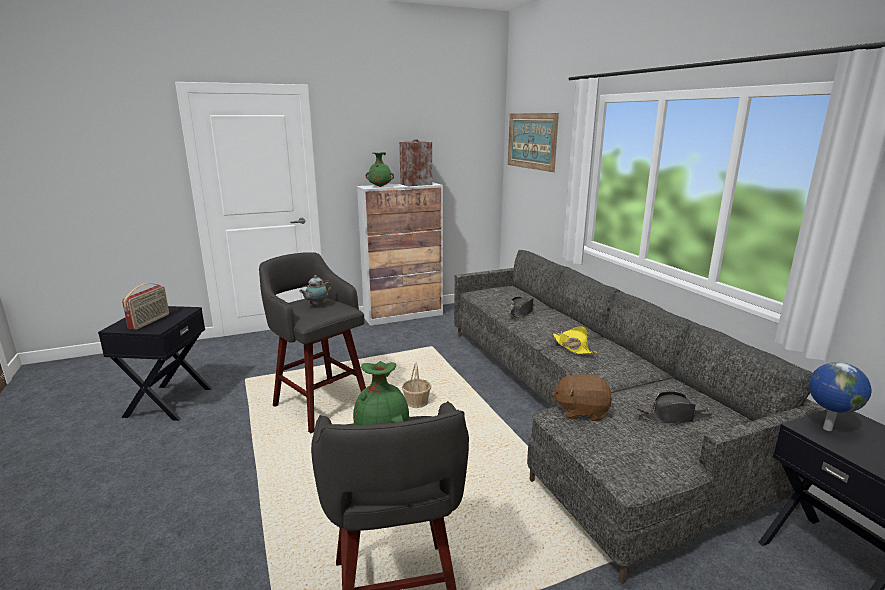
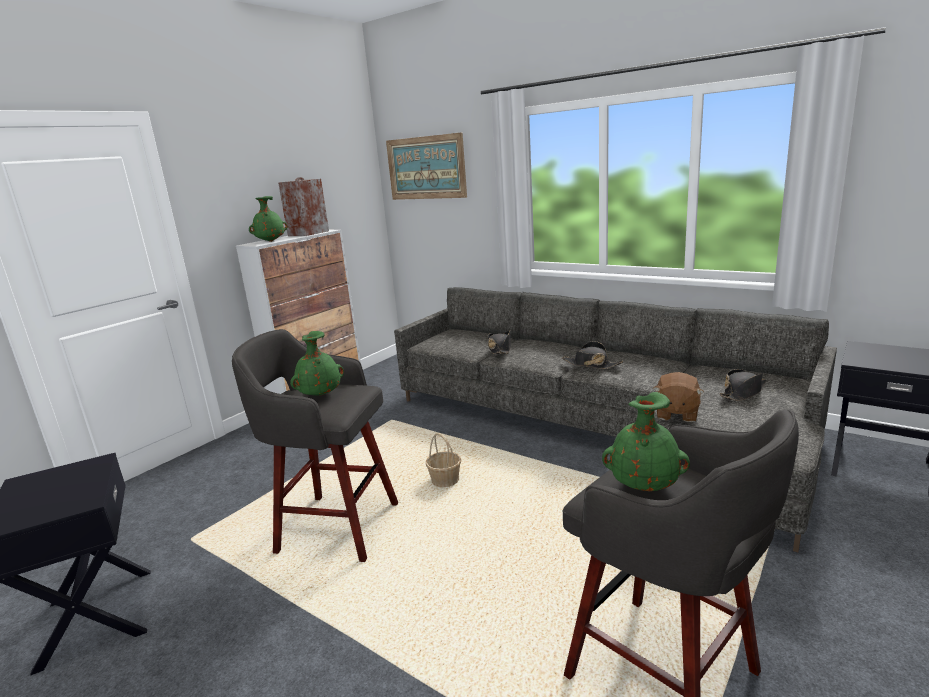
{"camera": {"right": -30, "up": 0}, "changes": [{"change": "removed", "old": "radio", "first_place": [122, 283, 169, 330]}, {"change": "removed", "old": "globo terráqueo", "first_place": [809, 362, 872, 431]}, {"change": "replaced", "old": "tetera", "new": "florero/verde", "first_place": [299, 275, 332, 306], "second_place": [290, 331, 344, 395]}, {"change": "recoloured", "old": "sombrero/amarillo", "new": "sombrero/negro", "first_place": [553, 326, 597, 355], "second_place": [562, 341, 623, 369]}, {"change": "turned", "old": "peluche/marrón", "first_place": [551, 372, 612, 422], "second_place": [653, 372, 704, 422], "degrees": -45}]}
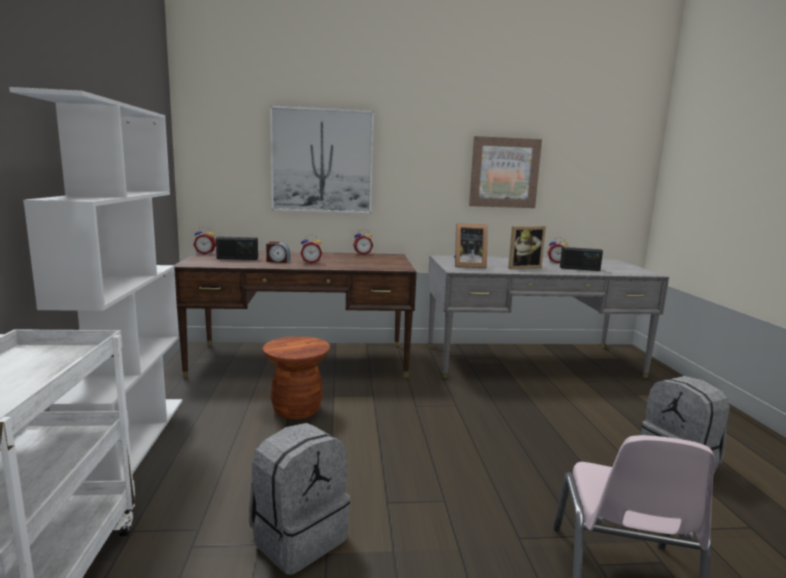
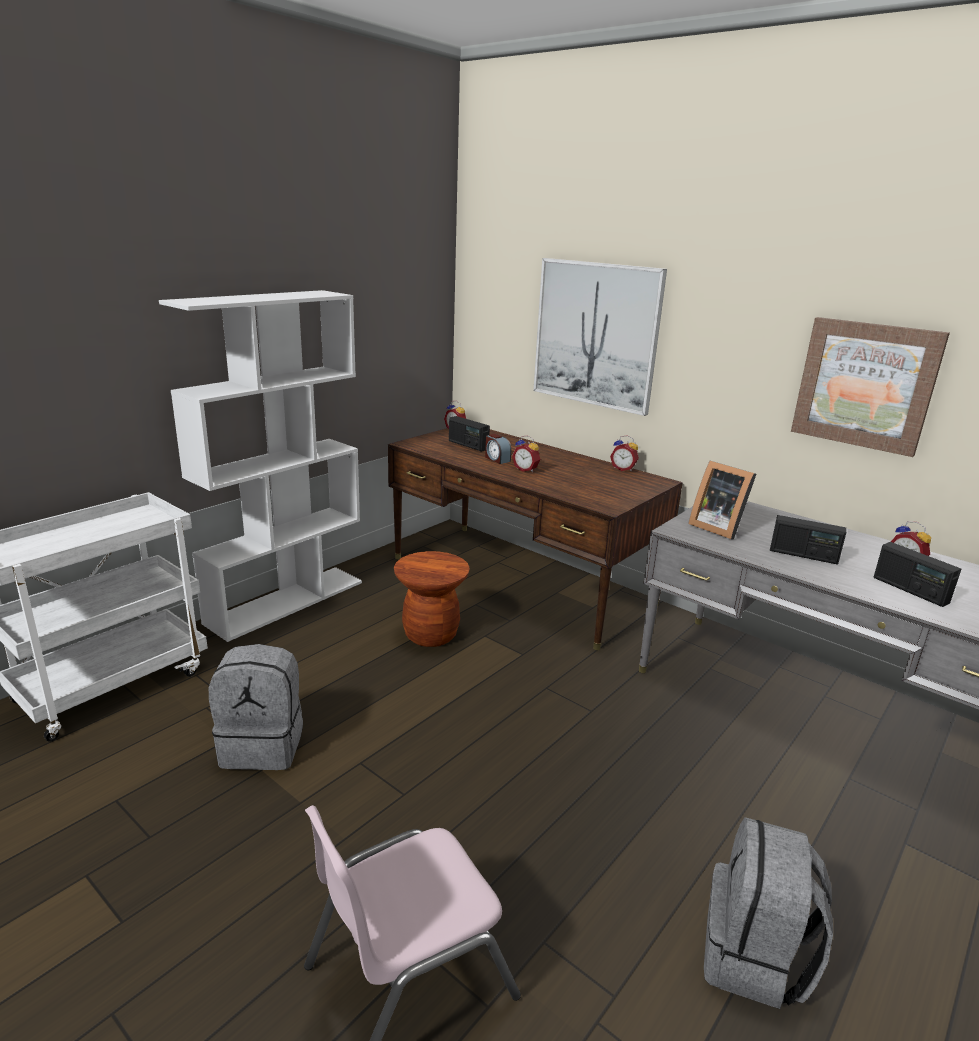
{"camera": {"right": 45, "up": 10}, "changes": [{"change": "replaced", "old": "portarretratos", "new": "radio", "first_place": [508, 226, 546, 269], "second_place": [770, 515, 846, 565]}]}
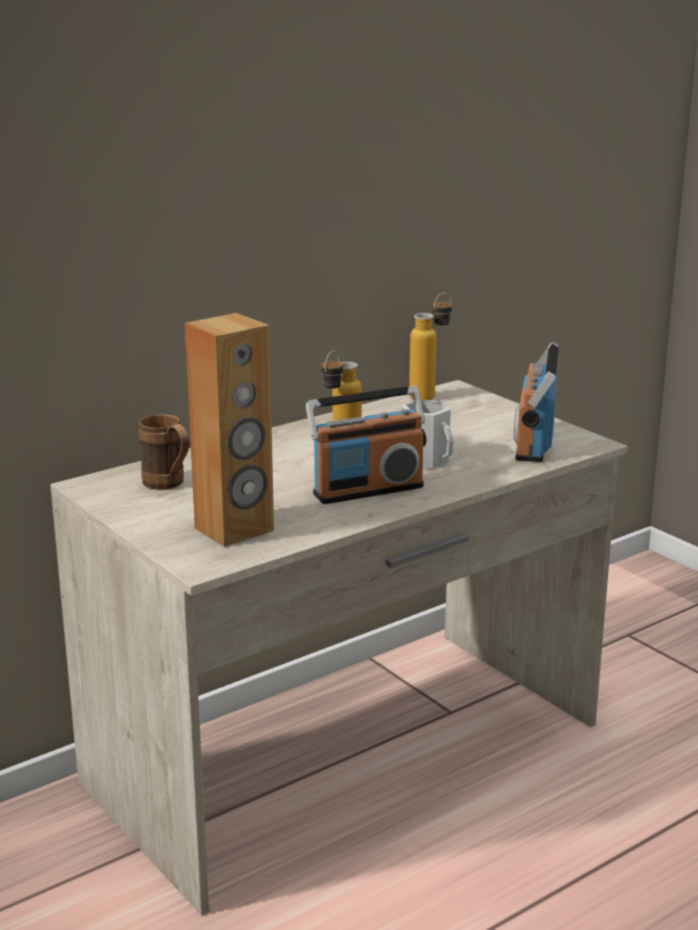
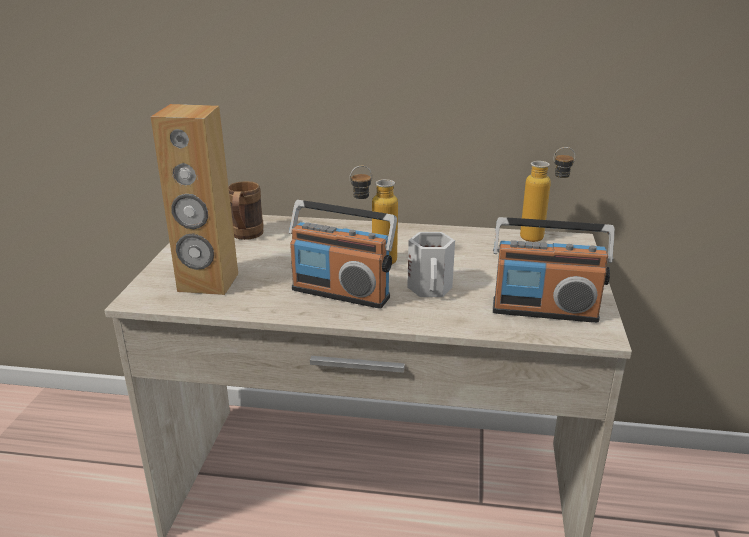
{"camera": {"right": 45, "up": 5}, "changes": [{"change": "turned", "old": "radio", "first_place": [514, 342, 559, 462], "second_place": [493, 217, 615, 323], "degrees": -135}]}
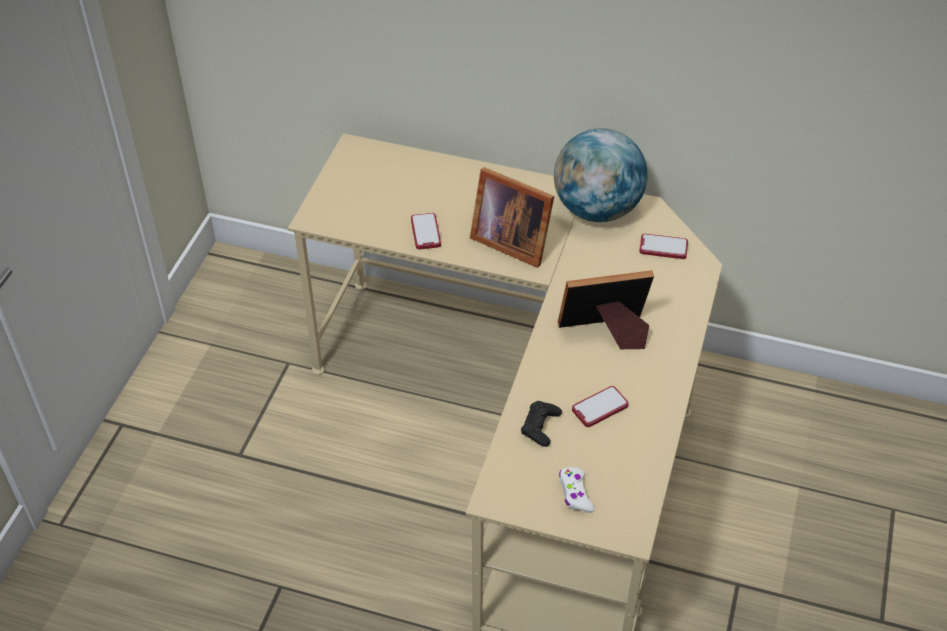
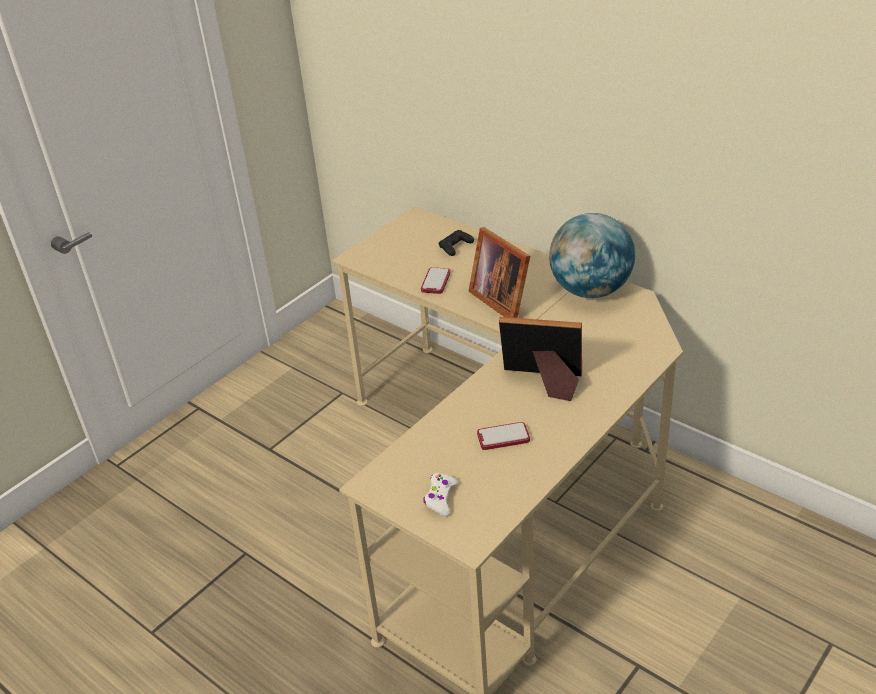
{"camera": {"right": 25, "up": -10}, "changes": [{"change": "removed", "old": "móvil", "first_place": [639, 234, 688, 259]}, {"change": "moved", "old": "mando de consola/negro", "first_place": [521, 401, 562, 447], "second_place": [439, 230, 474, 256]}]}
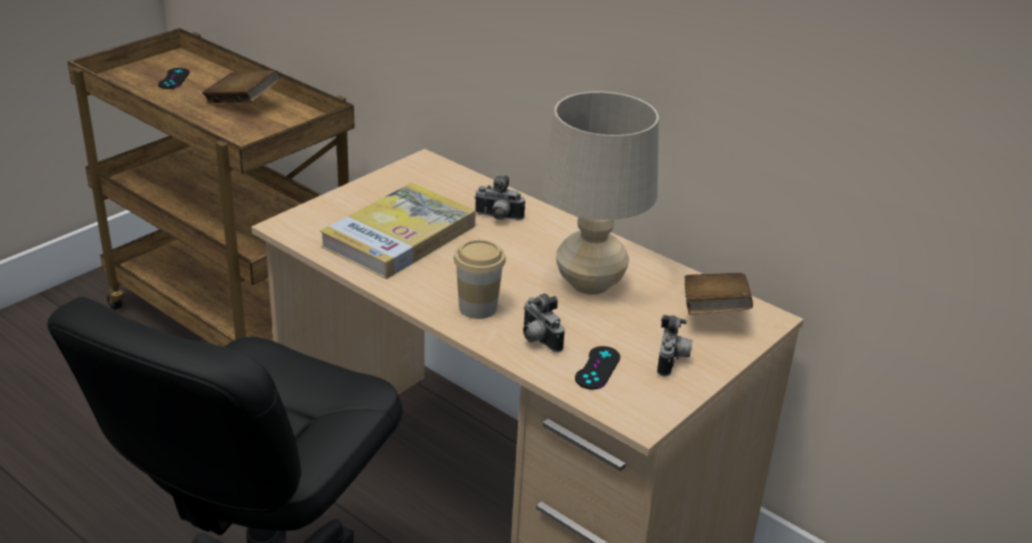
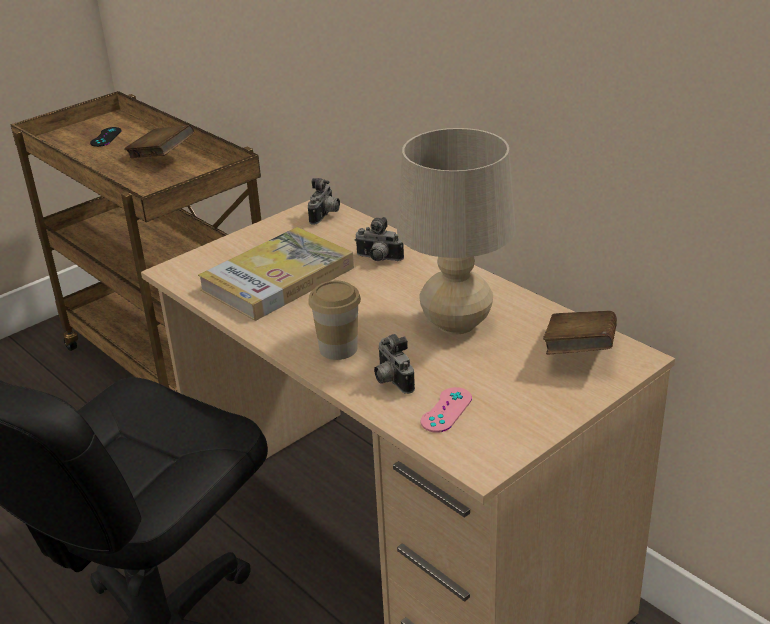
{"camera": {"right": 10, "up": 0}, "changes": [{"change": "moved", "old": "cámara", "first_place": [657, 315, 693, 377], "second_place": [308, 178, 340, 225]}, {"change": "recoloured", "old": "mando de consola/negro", "new": "mando de consola/rosa", "first_place": [575, 346, 620, 390], "second_place": [421, 387, 472, 433]}]}
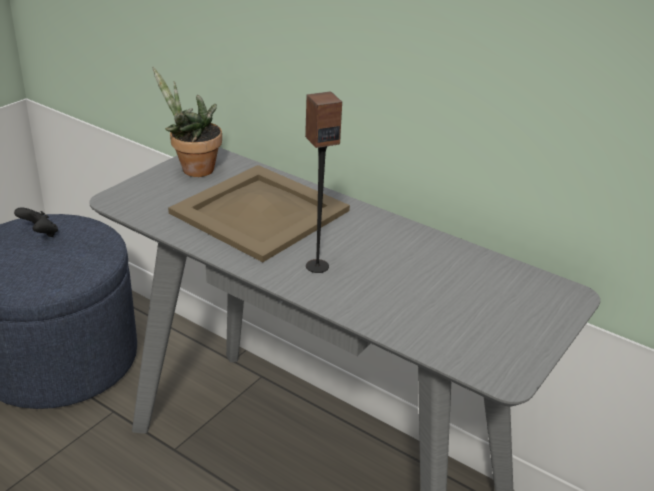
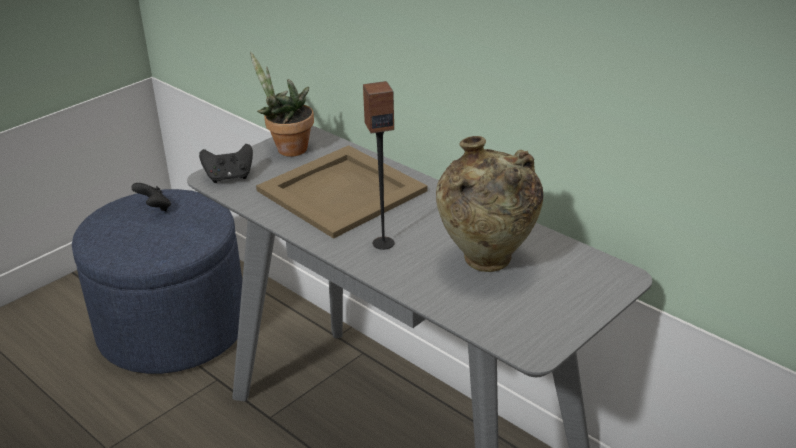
{"camera": {"right": 10, "up": 0}, "changes": [{"change": "added", "new": "mando de consola/negro", "second_place": [199, 144, 253, 183]}, {"change": "added", "new": "florero/beis", "second_place": [436, 136, 543, 272]}]}
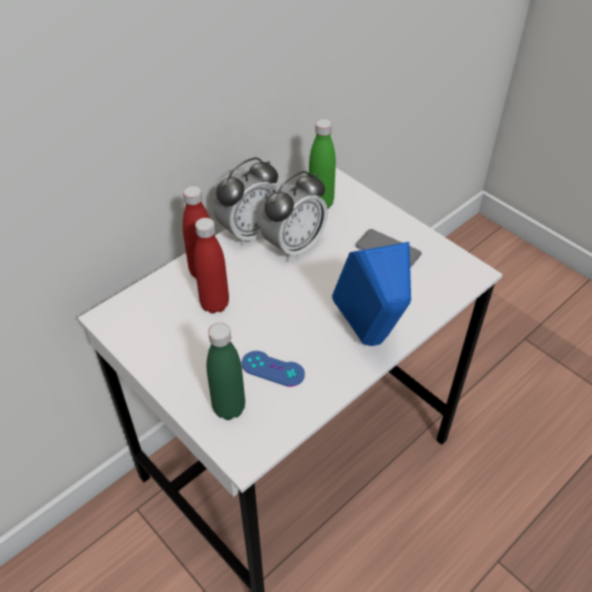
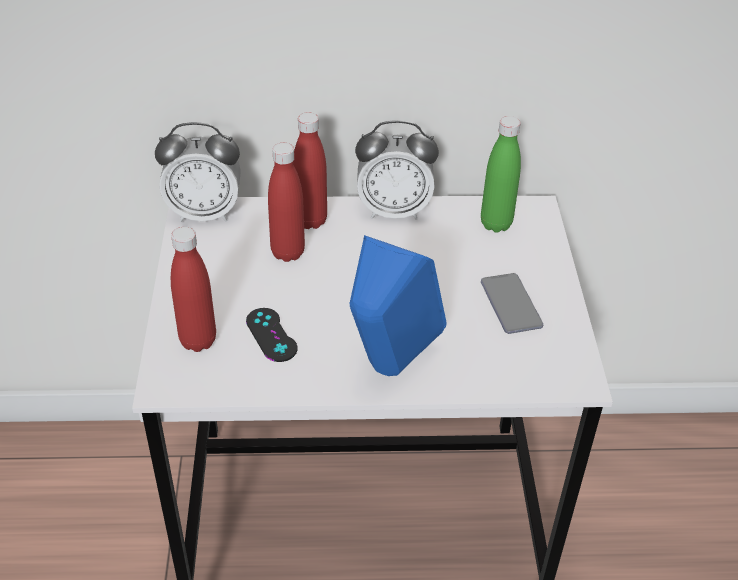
{"camera": {"right": 40, "up": -5}, "changes": [{"change": "moved", "old": "despertador", "first_place": [260, 171, 328, 261], "second_place": [155, 122, 241, 222]}, {"change": "recoloured", "old": "botella/verde", "new": "botella/rojo", "first_place": [207, 323, 245, 420], "second_place": [171, 227, 216, 352]}, {"change": "recoloured", "old": "mando de consola/azul", "new": "mando de consola/negro", "first_place": [242, 351, 305, 387], "second_place": [246, 308, 297, 362]}]}
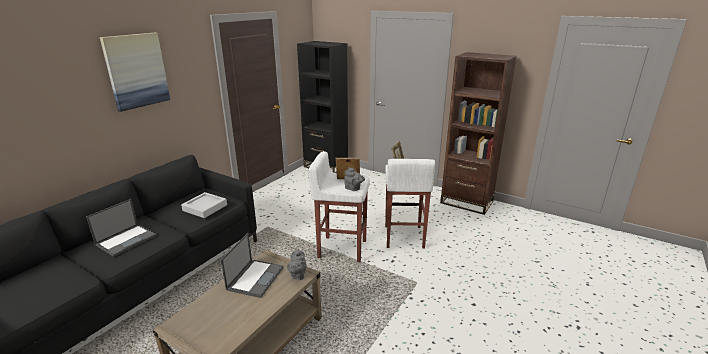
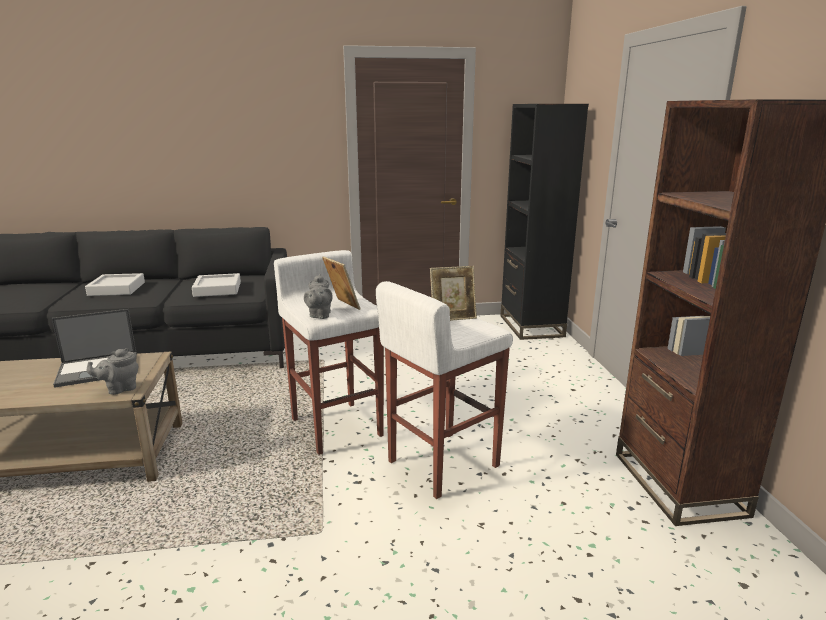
{"camera": {"right": 50, "up": -5}, "changes": [{"change": "removed", "old": "cuadro", "first_place": [100, 33, 170, 112]}, {"change": "replaced", "old": "portátil", "new": "bandeja/gris", "first_place": [86, 199, 157, 257], "second_place": [85, 273, 145, 296]}]}
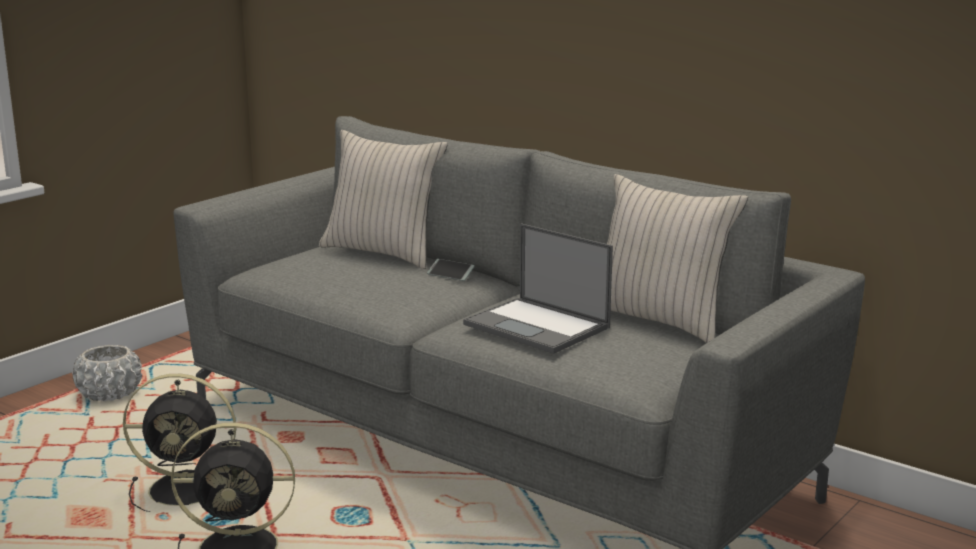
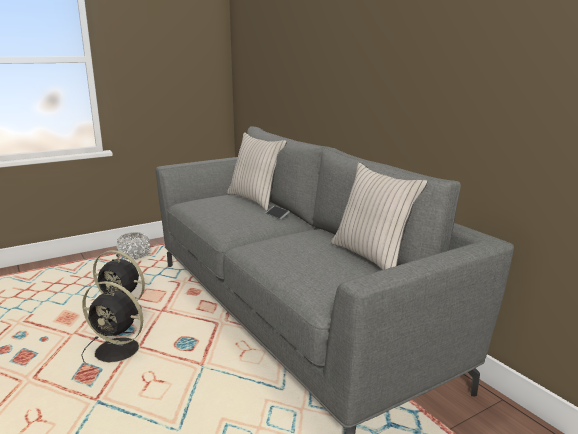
{"camera": {"right": 20, "up": 0}, "changes": [{"change": "removed", "old": "portátil", "first_place": [463, 223, 613, 354]}]}
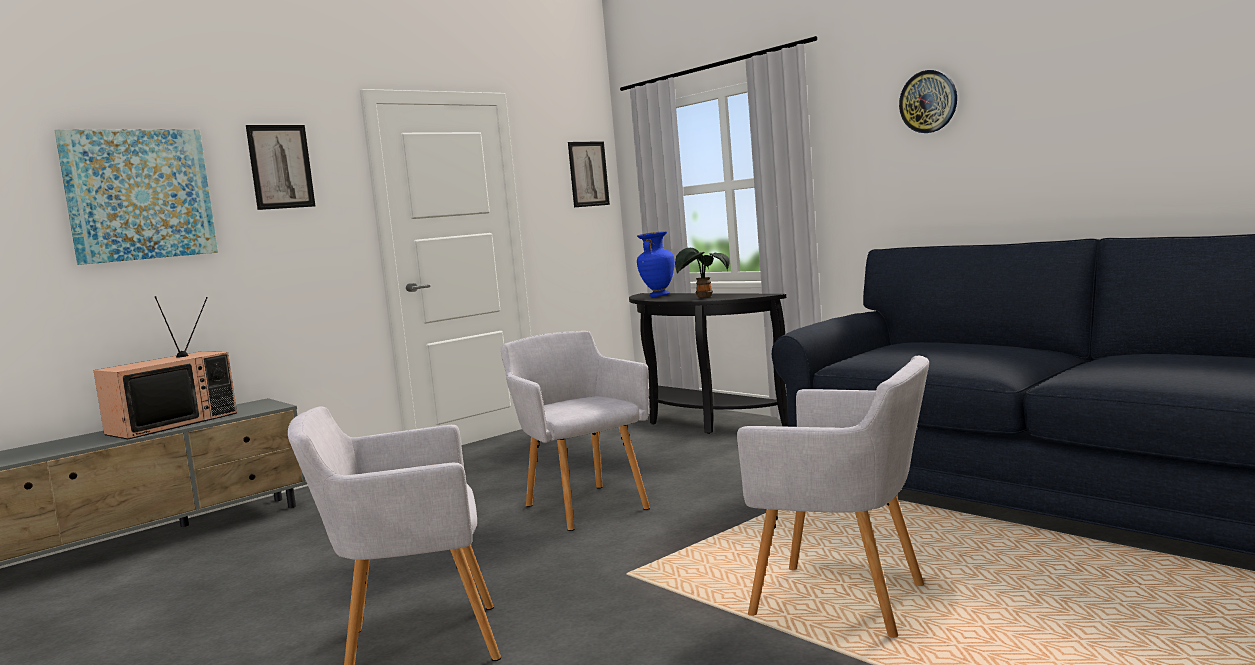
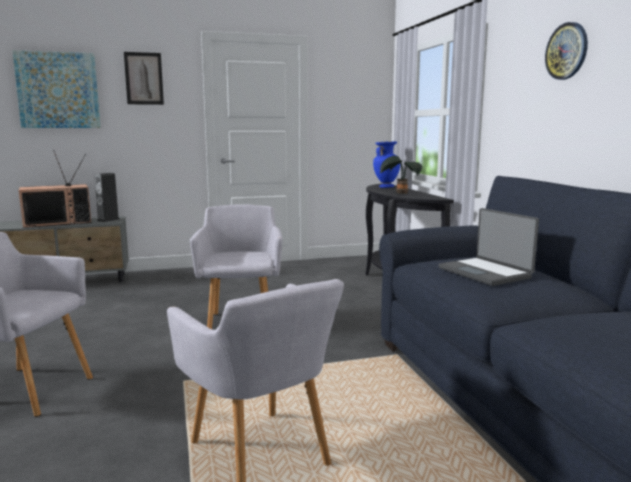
{"camera": {"right": 25, "up": 5}, "changes": [{"change": "removed", "old": "cuadro", "first_place": [568, 141, 610, 207]}, {"change": "added", "new": "altavoz", "second_place": [94, 173, 120, 222]}, {"change": "added", "new": "portátil", "second_place": [438, 208, 539, 286]}]}
